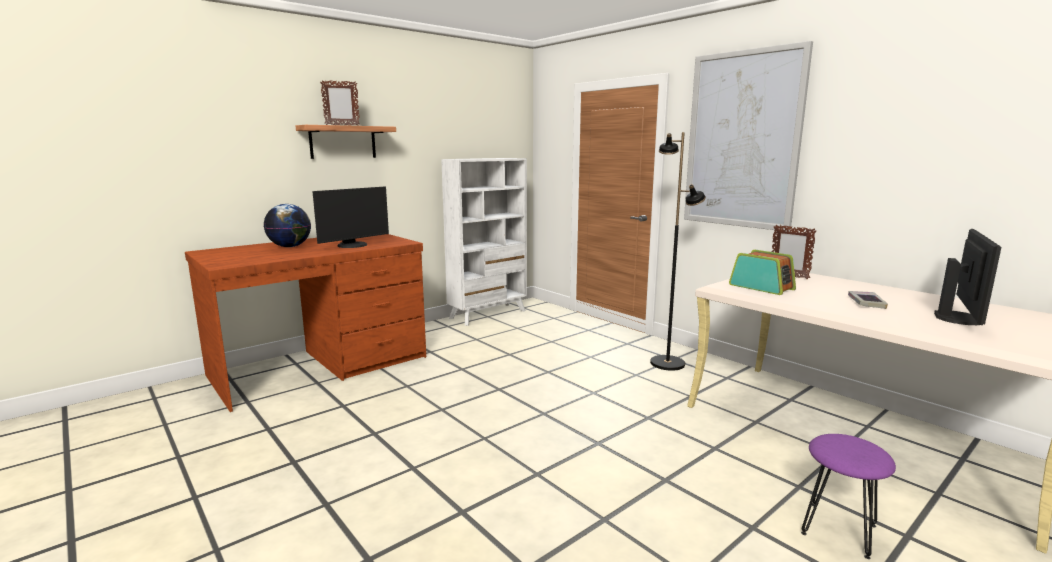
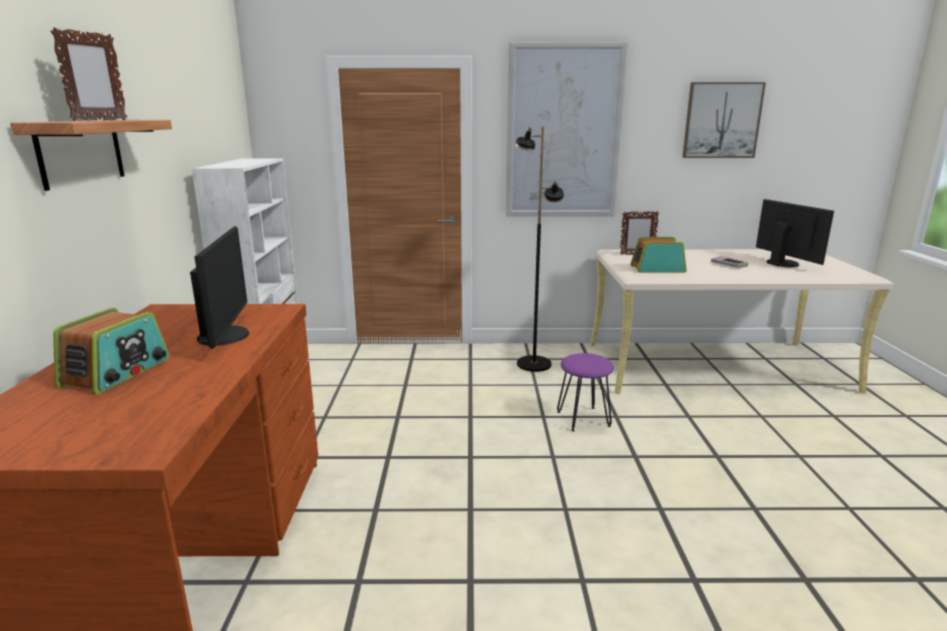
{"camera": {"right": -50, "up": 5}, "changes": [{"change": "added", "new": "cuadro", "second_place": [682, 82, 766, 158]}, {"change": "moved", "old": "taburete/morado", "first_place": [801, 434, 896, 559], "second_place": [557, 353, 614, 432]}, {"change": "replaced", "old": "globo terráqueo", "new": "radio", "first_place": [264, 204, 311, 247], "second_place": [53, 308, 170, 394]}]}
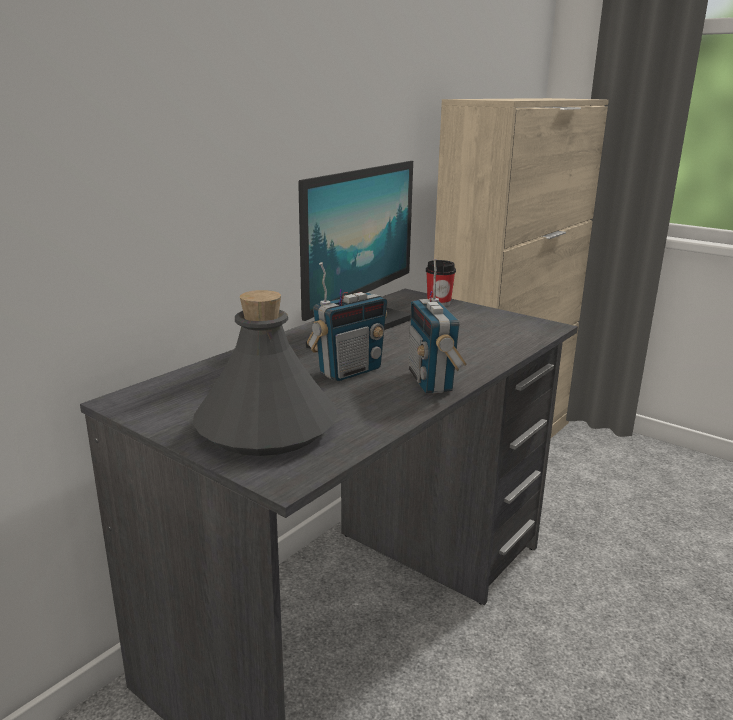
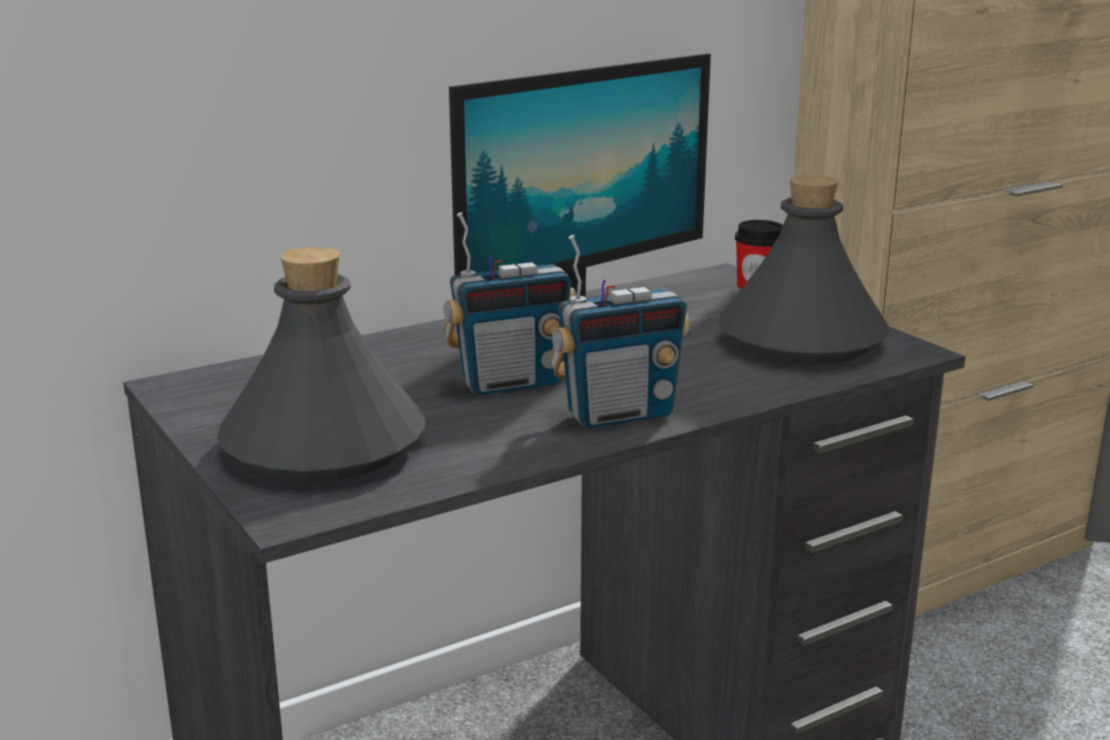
{"camera": {"right": 20, "up": 0}, "changes": [{"change": "added", "new": "botella/gris", "second_place": [719, 175, 889, 365]}, {"change": "turned", "old": "radio", "first_place": [409, 259, 467, 394], "second_place": [549, 235, 691, 429], "degrees": -120}]}
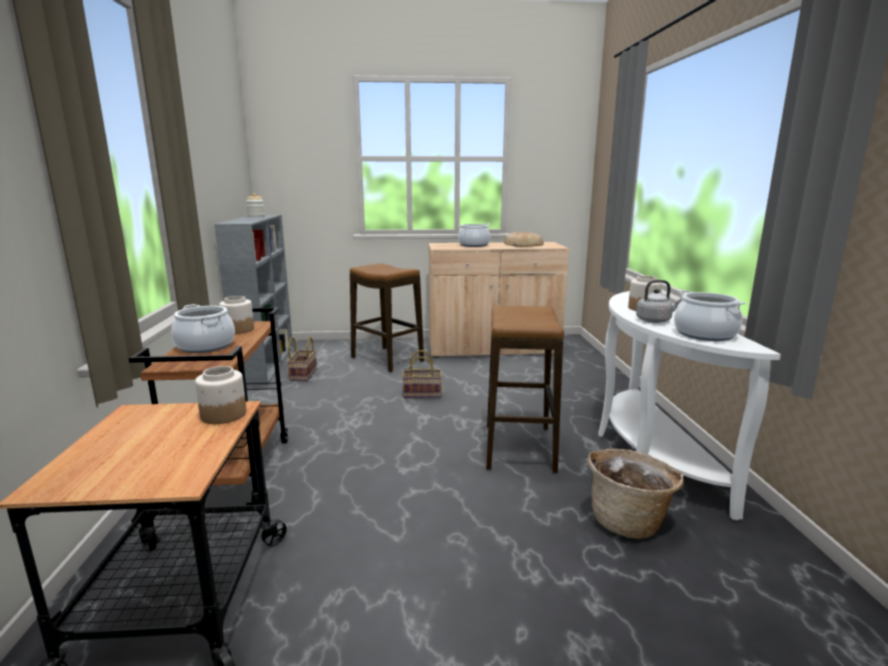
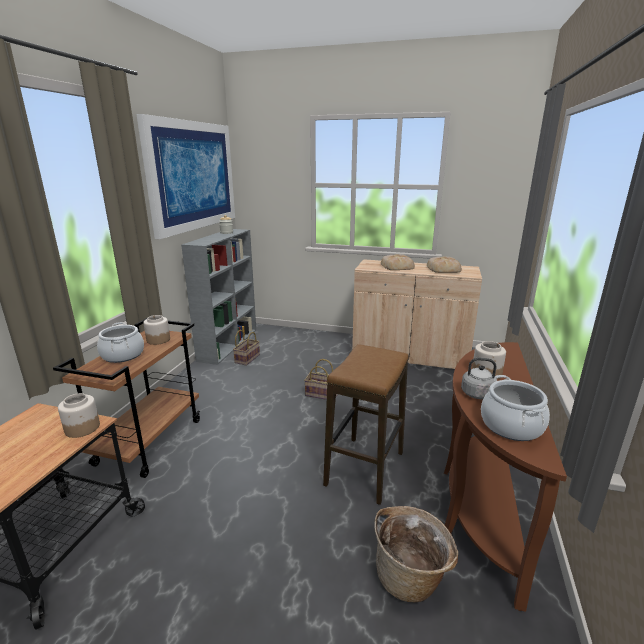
{"camera": {"right": 20, "up": 5}, "changes": [{"change": "removed", "old": "taburete", "first_place": [350, 263, 424, 373]}, {"change": "added", "new": "cuadro", "second_place": [136, 114, 235, 239]}, {"change": "replaced", "old": "olla", "new": "pan", "first_place": [458, 223, 490, 247], "second_place": [381, 254, 415, 270]}, {"change": "recoloured", "old": "mesa consola/blanco", "new": "mesa consola/marrón", "first_place": [598, 291, 781, 521], "second_place": [444, 342, 567, 612]}]}
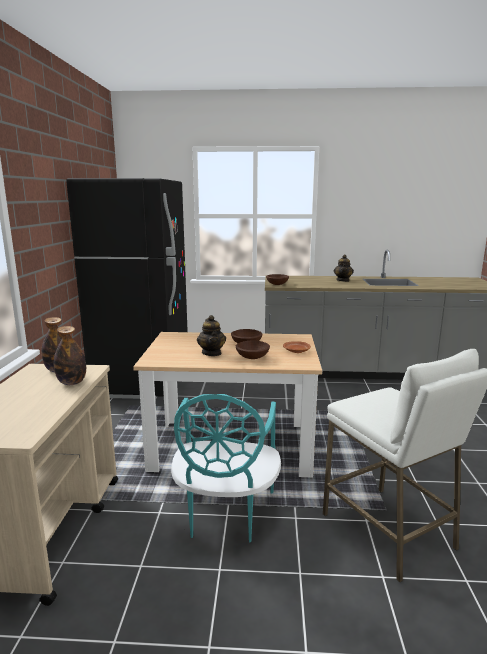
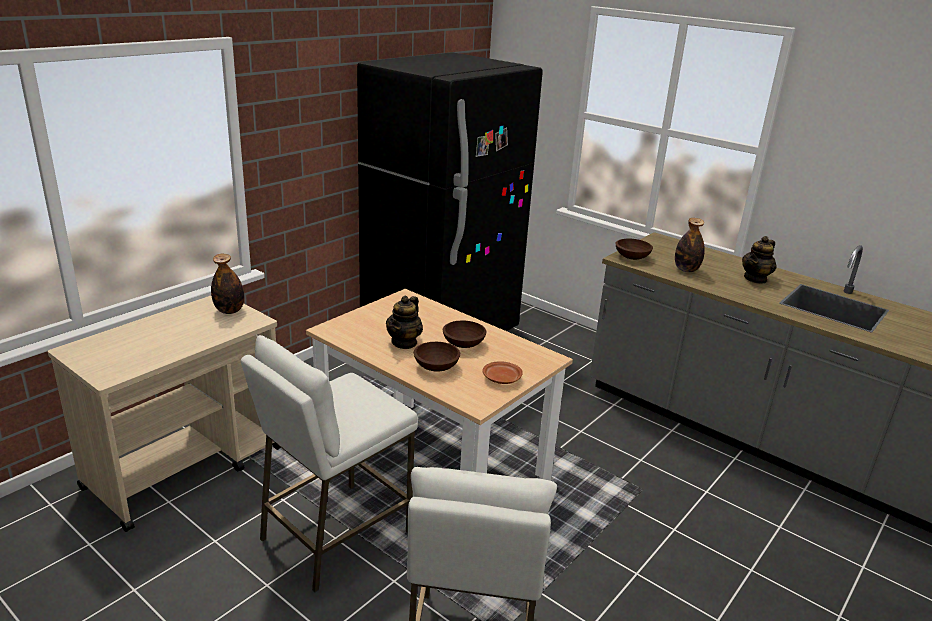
{"camera": {"right": 35, "up": 10}, "changes": [{"change": "moved", "old": "botella", "first_place": [54, 326, 86, 385], "second_place": [675, 218, 705, 272]}, {"change": "replaced", "old": "silla/turquesa", "new": "taburete/blanco", "first_place": [171, 394, 281, 542], "second_place": [241, 335, 418, 592]}]}
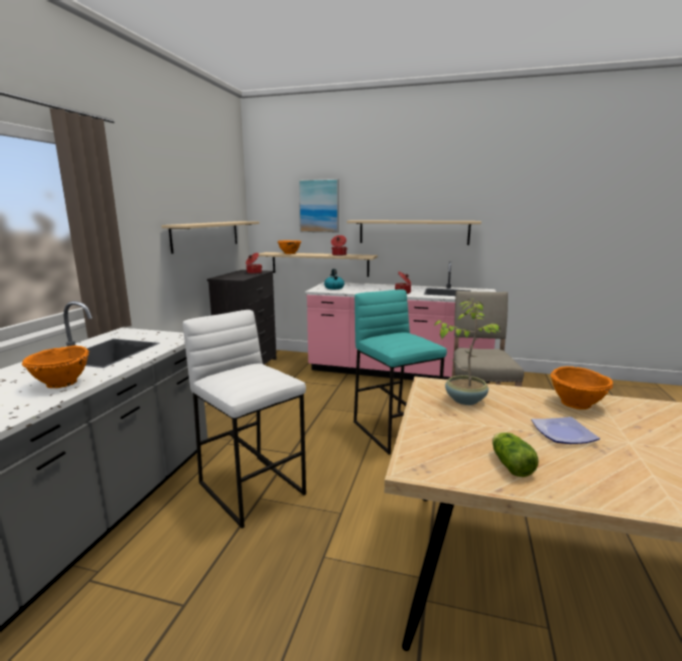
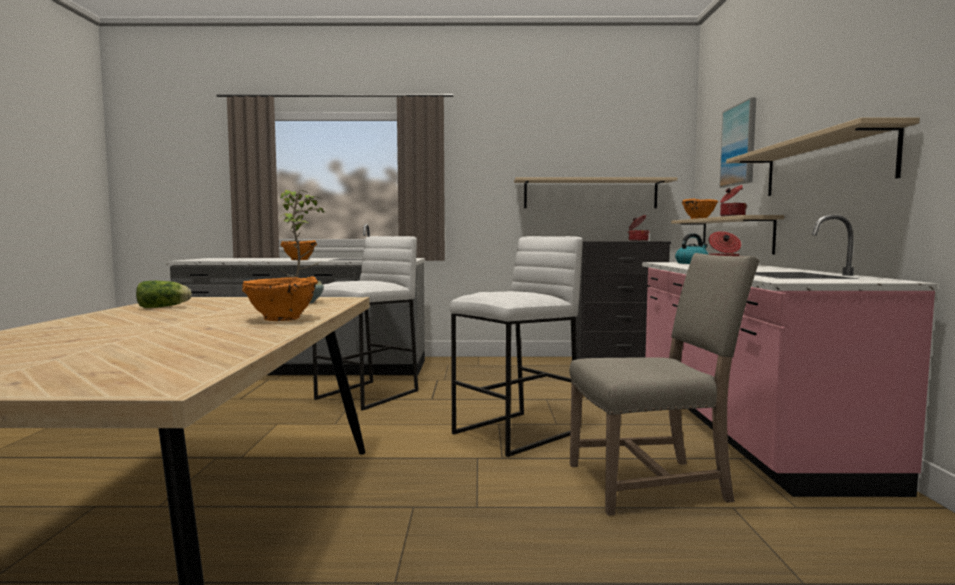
{"camera": {"right": 75, "up": -10}, "changes": [{"change": "removed", "old": "plato", "first_place": [531, 417, 600, 444]}, {"change": "recoloured", "old": "taburete/turquesa", "new": "taburete/blanco", "first_place": [354, 289, 447, 455], "second_place": [450, 236, 583, 457]}]}
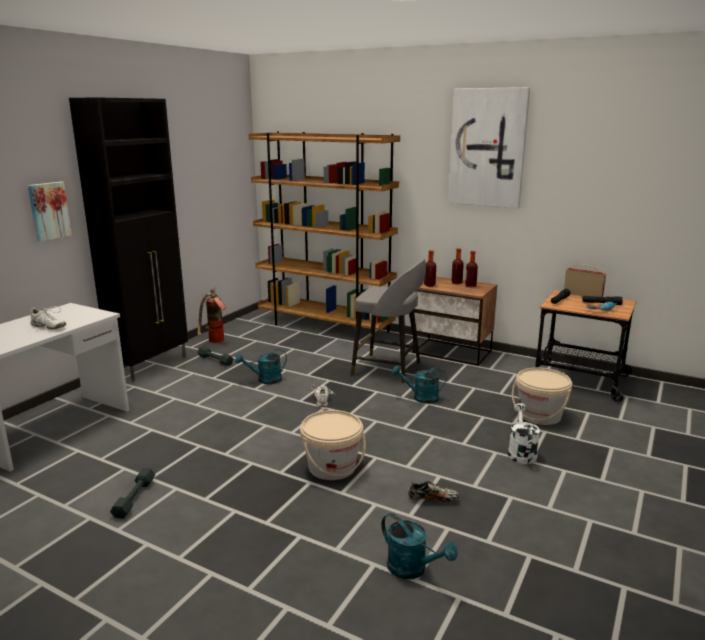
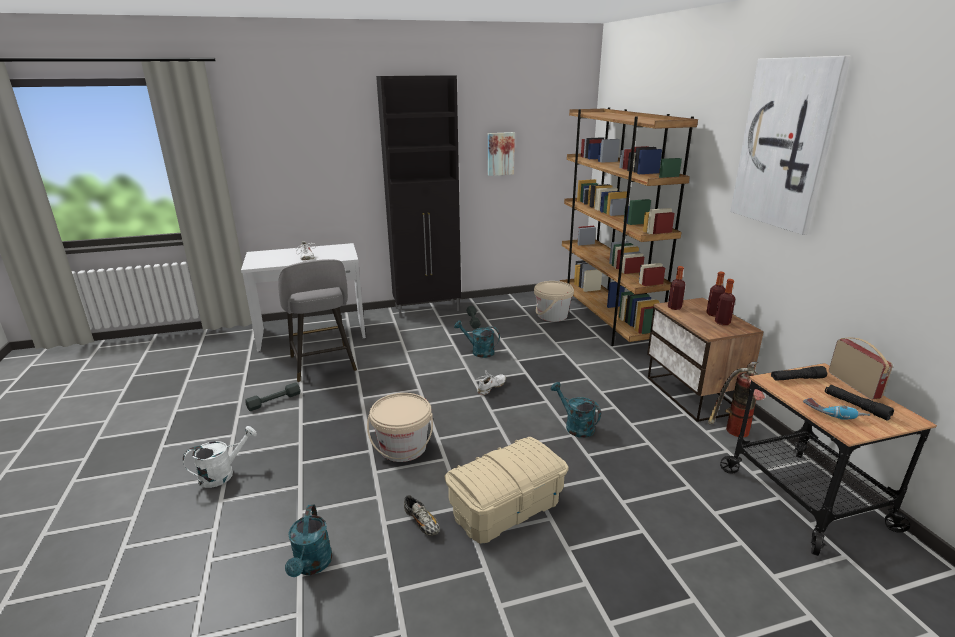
{"camera": {"right": 45, "up": 5}, "changes": [{"change": "added", "new": "caja de almacenaje/beis", "second_place": [445, 437, 569, 544]}, {"change": "moved", "old": "cuadro", "first_place": [28, 182, 72, 242], "second_place": [488, 132, 515, 176]}, {"change": "moved", "old": "extintor", "first_place": [197, 288, 227, 343], "second_place": [708, 362, 765, 438]}, {"change": "moved", "old": "taburete/gris", "first_place": [351, 258, 426, 383], "second_place": [278, 259, 357, 382]}, {"change": "moved", "old": "regadera/blanco", "first_place": [508, 403, 540, 464], "second_place": [183, 426, 257, 488]}, {"change": "moved", "old": "cubo/beis", "first_place": [512, 368, 572, 425], "second_place": [534, 281, 574, 322]}]}
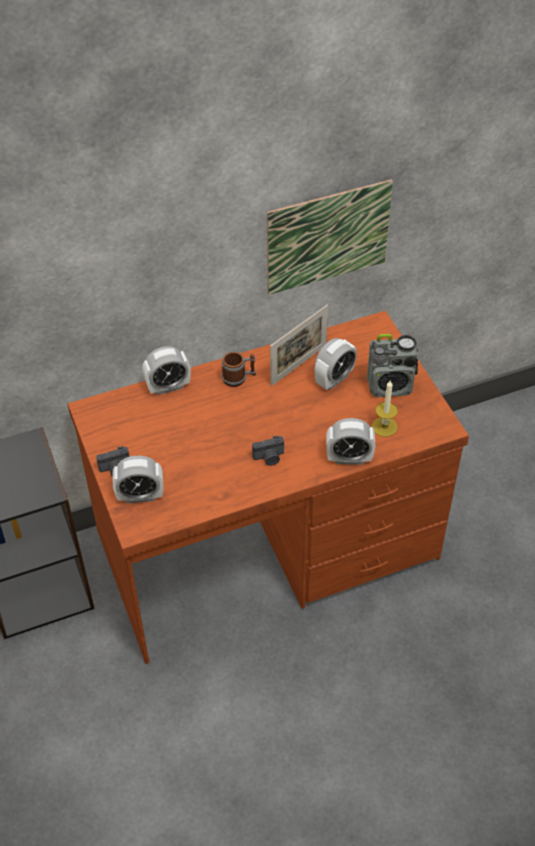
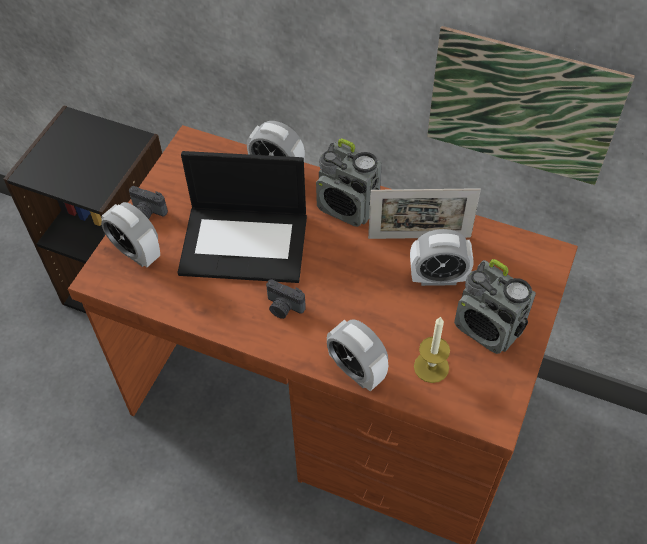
{"camera": {"right": 45, "up": 5}, "changes": [{"change": "added", "new": "portátil", "second_place": [177, 151, 307, 283]}, {"change": "replaced", "old": "taza grande", "new": "radio", "first_place": [222, 352, 256, 387], "second_place": [316, 138, 382, 227]}]}
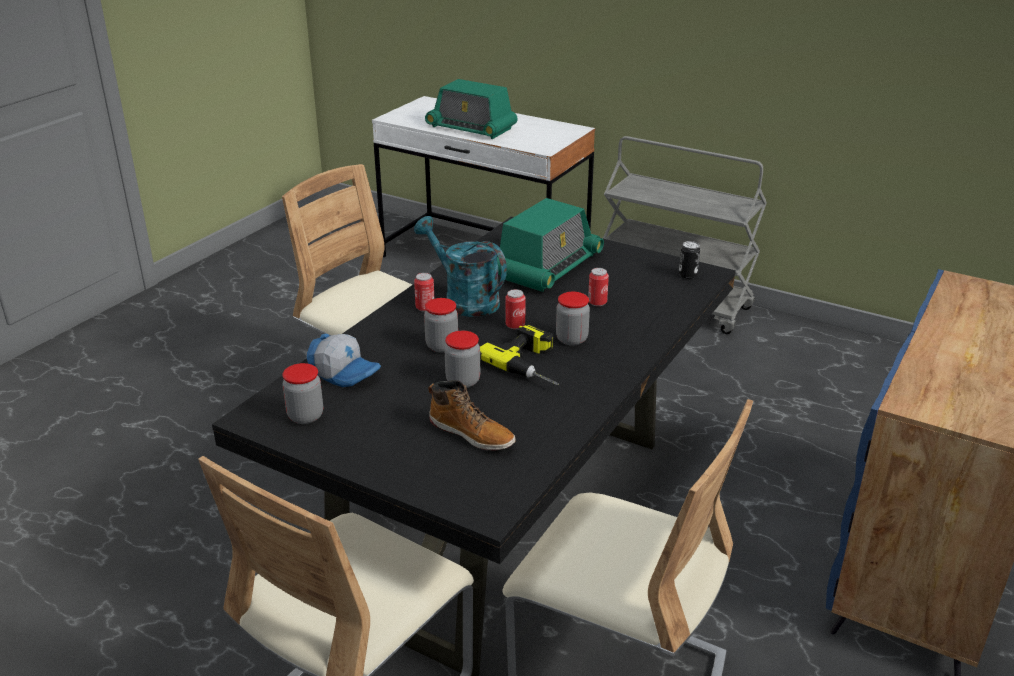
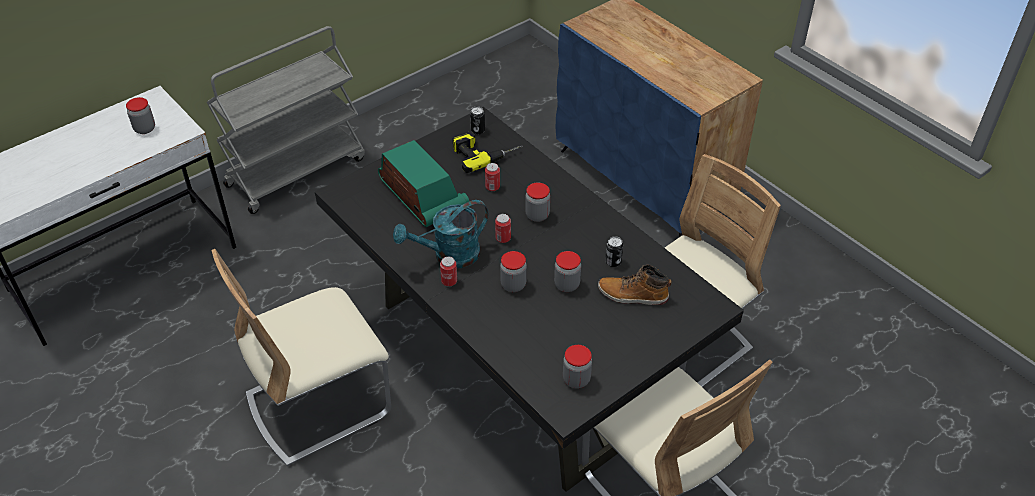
{"camera": {"right": -70, "up": 15}, "changes": [{"change": "removed", "old": "gorra", "first_place": [307, 334, 381, 387]}, {"change": "removed", "old": "radio", "first_place": [425, 79, 518, 139]}, {"change": "added", "new": "tarro", "second_place": [126, 97, 155, 134]}, {"change": "added", "new": "lata", "second_place": [605, 236, 623, 267]}, {"change": "moved", "old": "taladro", "first_place": [480, 324, 559, 385], "second_place": [453, 131, 522, 173]}, {"change": "turned", "old": "bota", "first_place": [428, 380, 516, 451], "second_place": [598, 265, 671, 305], "degrees": -135}]}
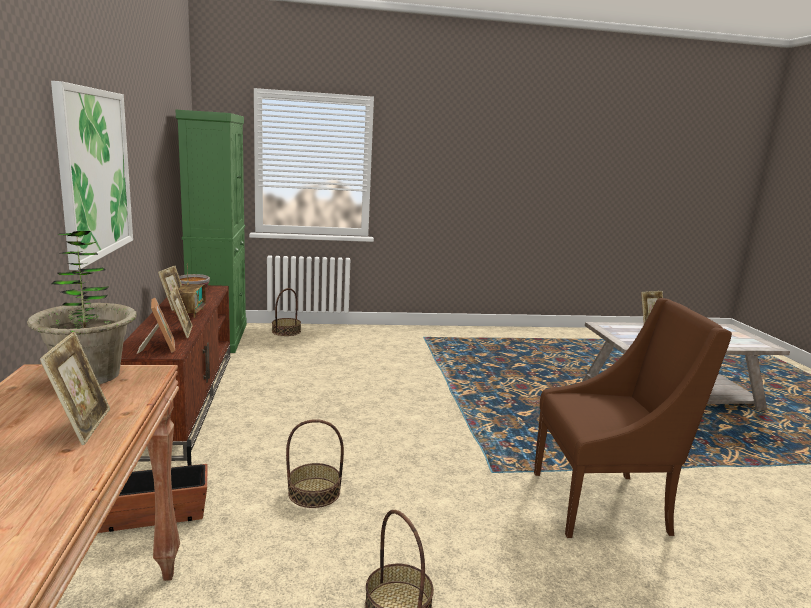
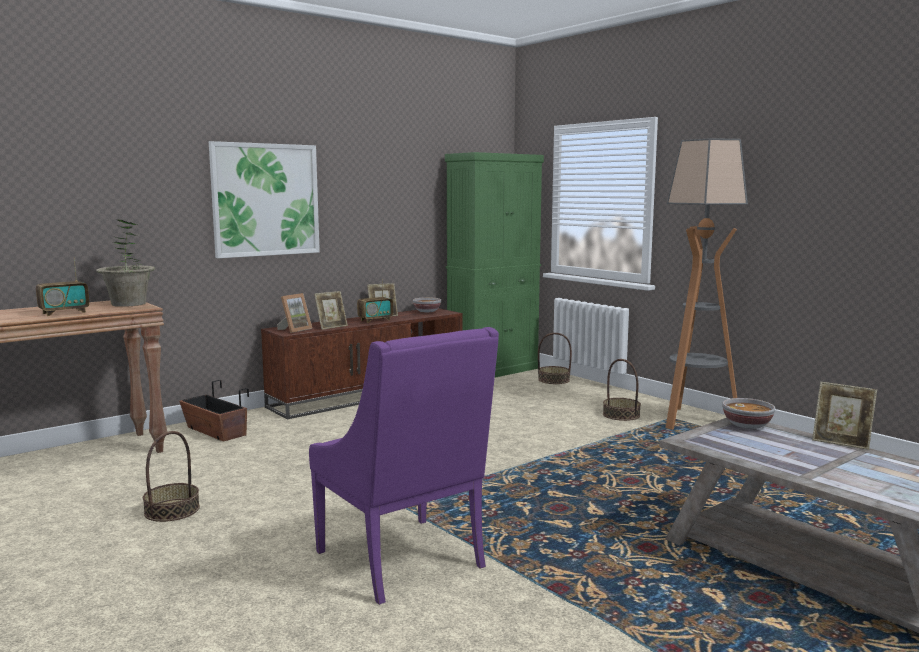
{"camera": {"right": 60, "up": -5}, "changes": [{"change": "added", "new": "lámpara de pie", "second_place": [666, 138, 748, 430]}, {"change": "added", "new": "cuenco", "second_place": [722, 398, 775, 429]}, {"change": "moved", "old": "cesta", "first_place": [286, 419, 344, 508], "second_place": [603, 359, 641, 421]}, {"change": "replaced", "old": "portarretratos", "new": "radio", "first_place": [40, 332, 110, 445], "second_place": [36, 257, 89, 316]}, {"change": "recoloured", "old": "sillón/marrón", "new": "sillón/morado", "first_place": [534, 298, 732, 538], "second_place": [309, 327, 499, 605]}]}
